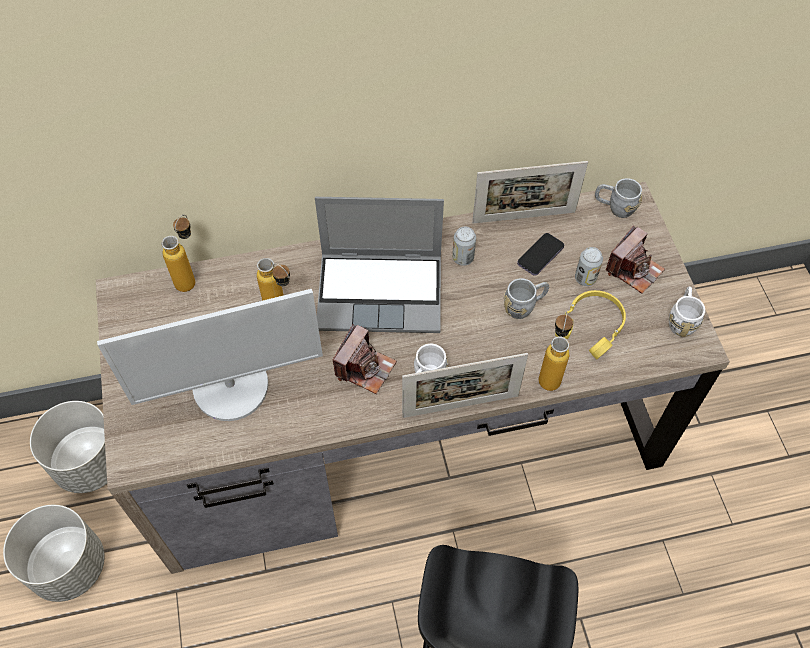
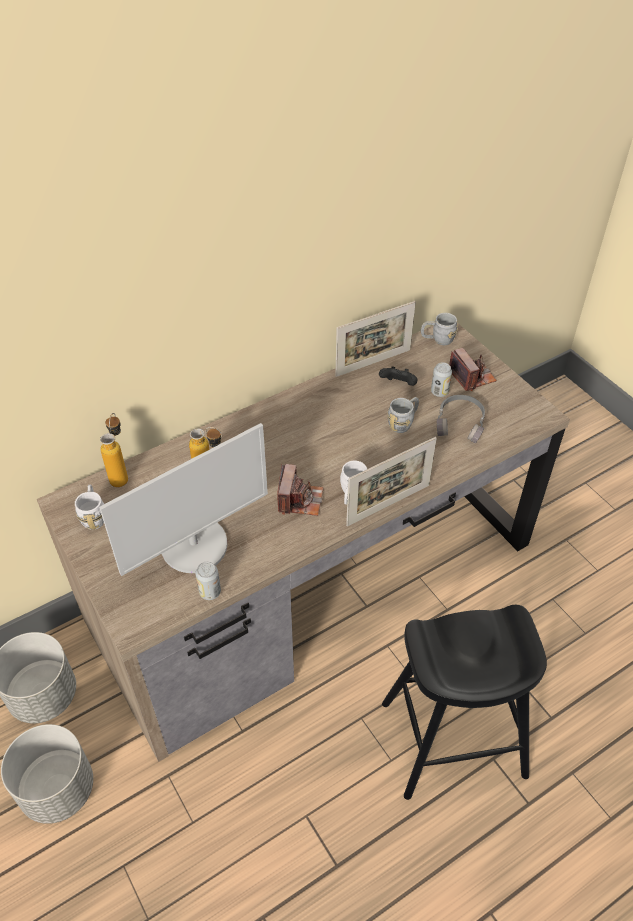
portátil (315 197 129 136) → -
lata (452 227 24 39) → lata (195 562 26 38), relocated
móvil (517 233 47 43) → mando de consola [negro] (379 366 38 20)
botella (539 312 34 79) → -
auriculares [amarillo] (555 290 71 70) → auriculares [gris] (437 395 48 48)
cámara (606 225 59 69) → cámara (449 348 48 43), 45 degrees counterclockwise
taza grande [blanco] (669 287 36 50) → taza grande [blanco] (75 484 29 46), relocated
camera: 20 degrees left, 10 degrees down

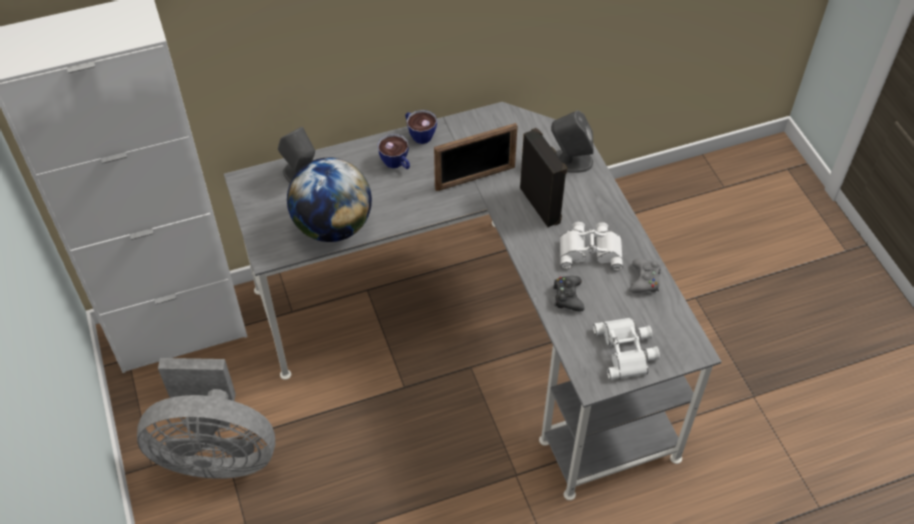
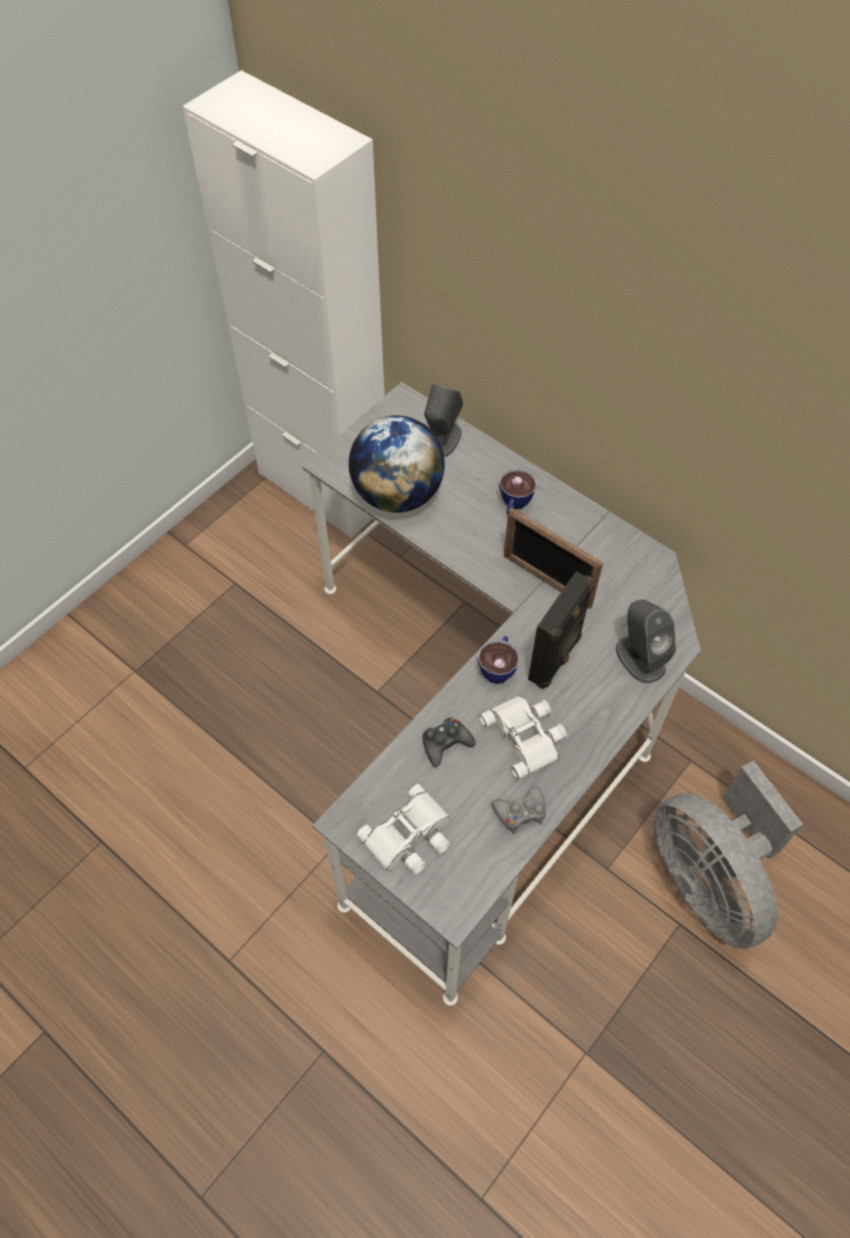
ventilador [gris] (137 358 138 121) → ventilador [gris] (653 760 150 189), relocated
taza (405 110 32 34) → taza (478 636 42 48), relocated
camera: 60 degrees right, 5 degrees up

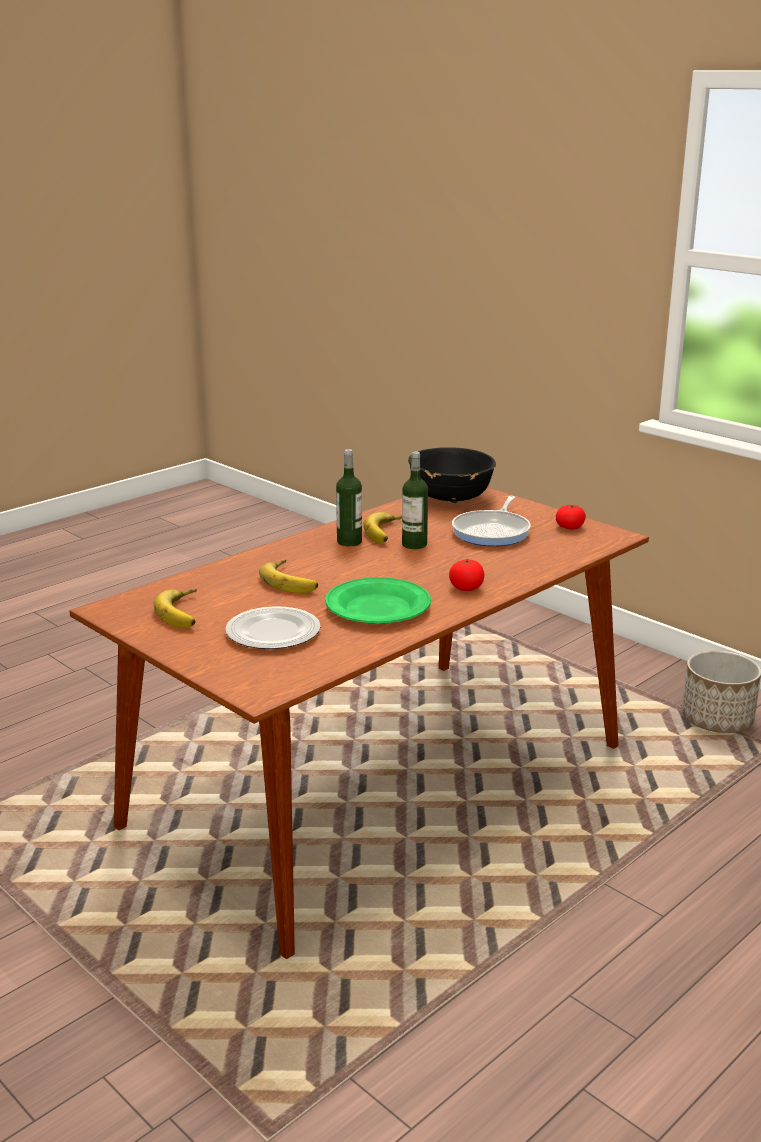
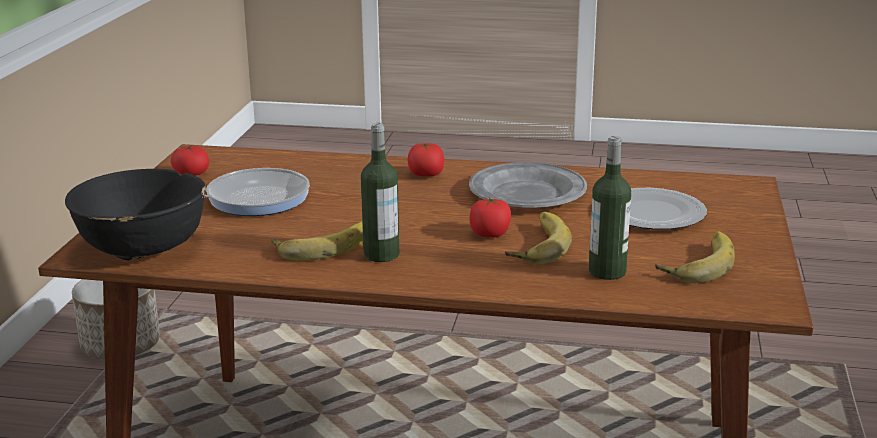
plato [verde] (325 577 106 46) → plato [gris] (469 162 118 46)
botella (402 452 26 97) → botella (589 136 42 144), relocated
- → tomate (470 198 41 40)
camera: 125 degrees left, 0 degrees up

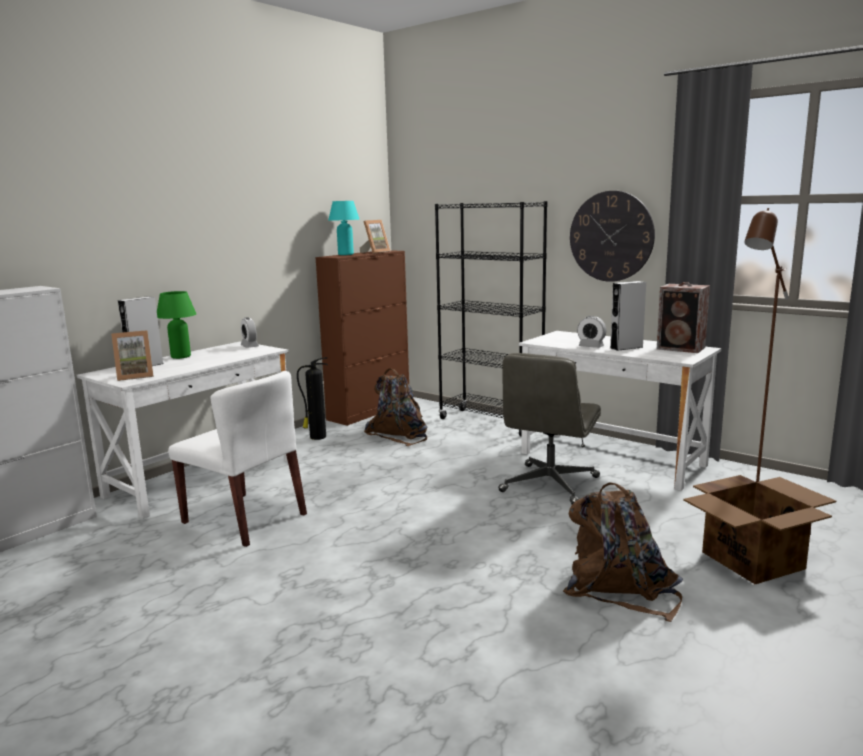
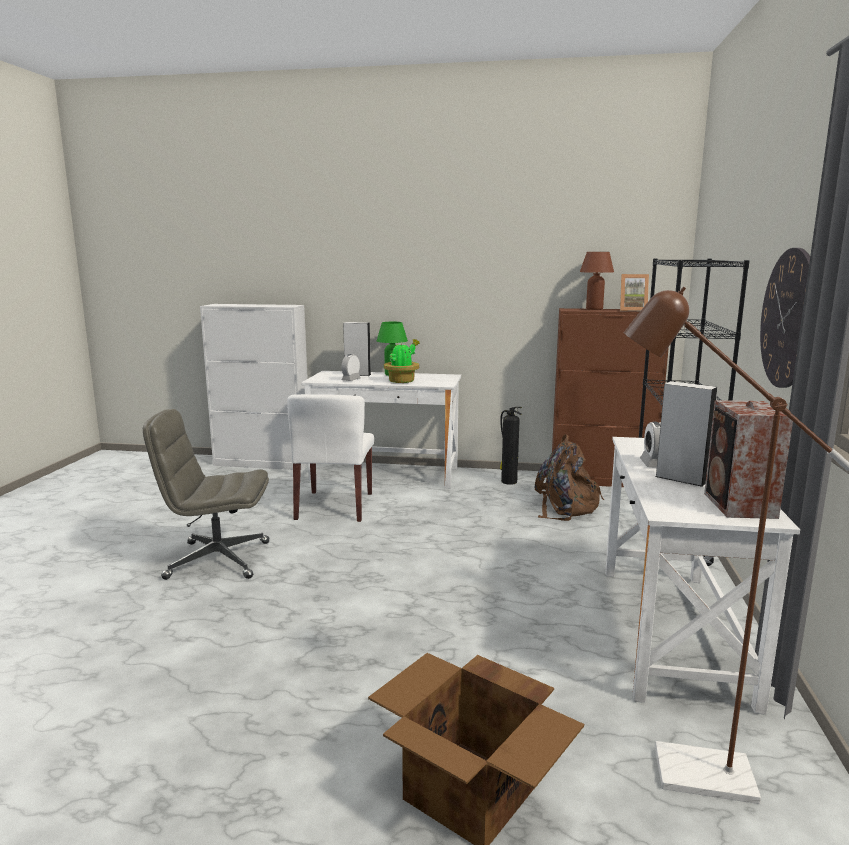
portarretratos (111 330 43 51) → -
despertador (240 317 19 31) → despertador (341 354 19 27), relocated
lámpara de mesa [turquesa] (328 201 32 54) → lámpara de mesa [marrón] (580 252 34 58)
silla de oficina [gris] (498 353 103 151) → silla de oficina [gris] (143 409 126 171), relocated
mochila [marrón] (563 482 120 140) → -
- → planta en maceta (384 339 36 44)
camera: 60 degrees right, 0 degrees up

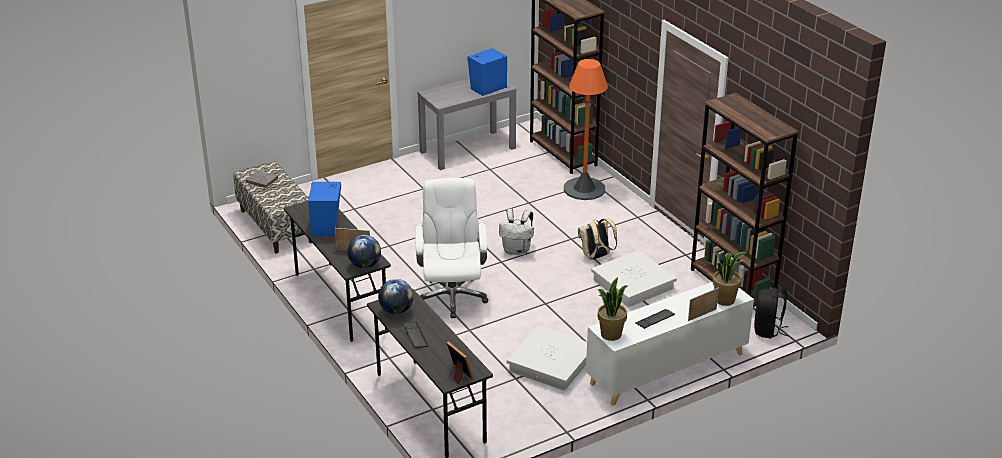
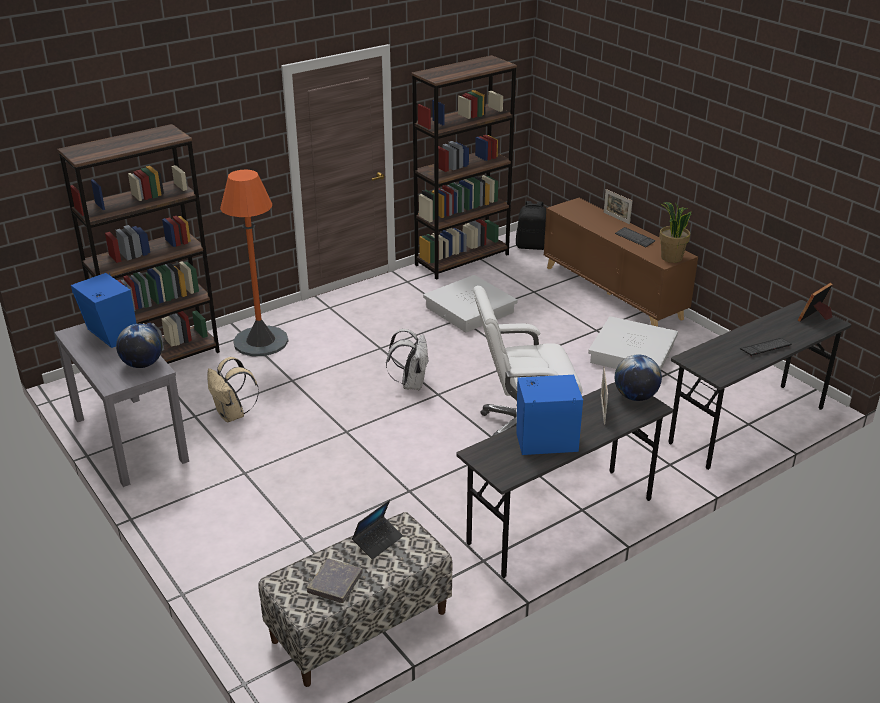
globo terráqueo (378 279 36 35) → globo terráqueo (116 324 46 44), relocated
mochila [beis] (578 218 39 42) → mochila [beis] (207 357 52 66), relocated
armario [blanco] (586 282 168 124) → armario [marrón] (544 198 154 129)
planta en maceta (713 252 34 54) → -
- → portátil (352 500 51 59)
camera: 95 degrees left, 0 degrees up

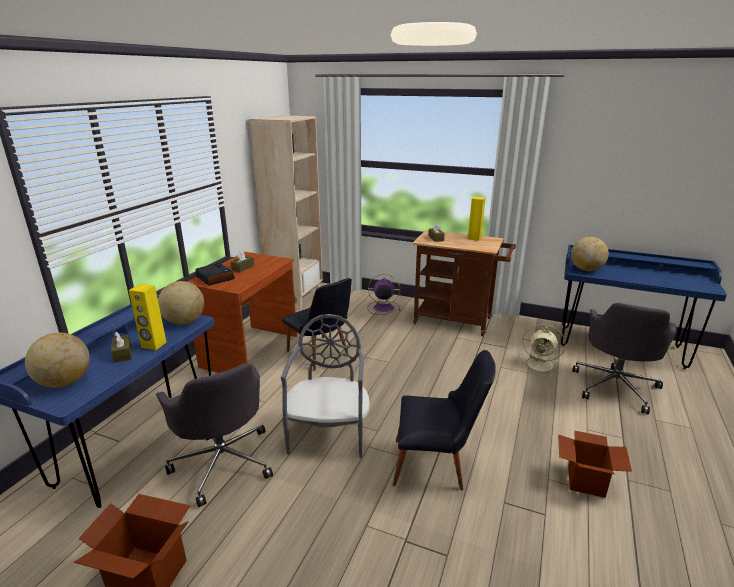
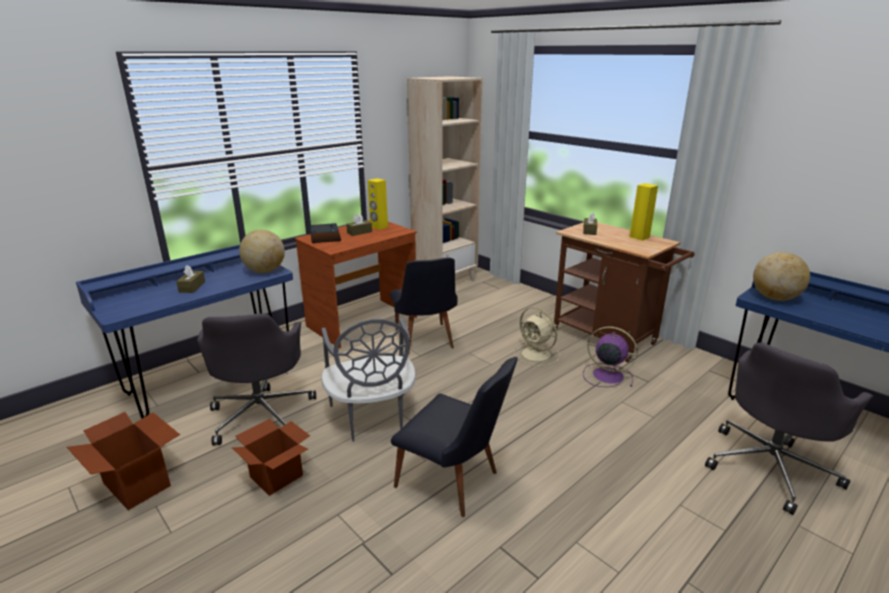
globo terráqueo (25 333 65 55) → -
altavoz [amarillo] (129 284 38 66) → altavoz [amarillo] (368 178 20 52), relocated
silla [gris] (281 314 89 144) → silla [gris] (321 318 95 124), 135 degrees clockwise
ventilador [morado] (368 274 32 41) → ventilador [morado] (583 326 55 61), relocated
ventilador [beis] (519 324 47 52) → ventilador [beis] (514 307 46 59), relocated
caja de cartón (558 431 74 67) → caja de cartón (232 419 78 77), relocated
camera: 25 degrees right, 0 degrees up

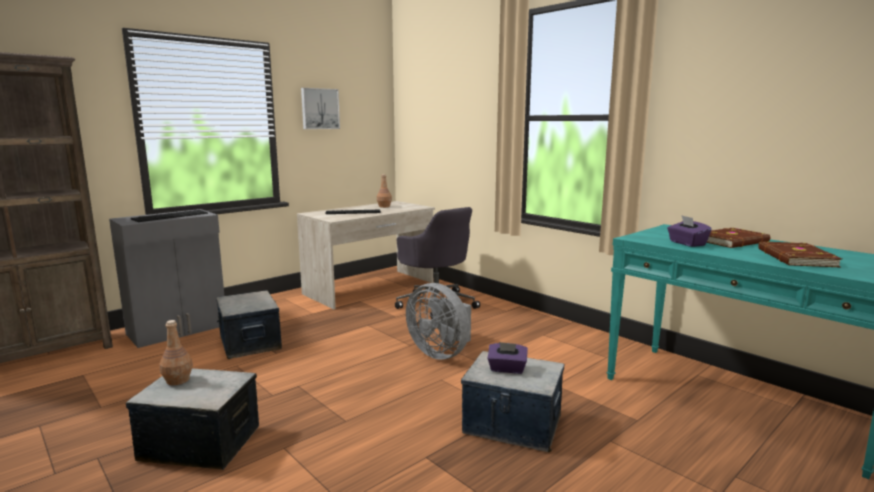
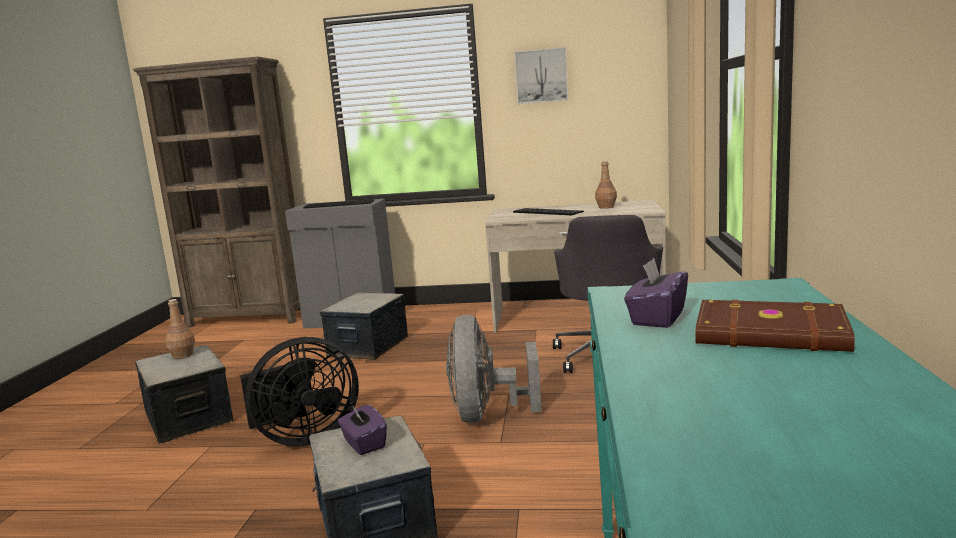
libro [marrón] (758 241 84 27) → -
- → ventilador [negro] (240 337 119 110)
camera: 50 degrees right, 0 degrees up

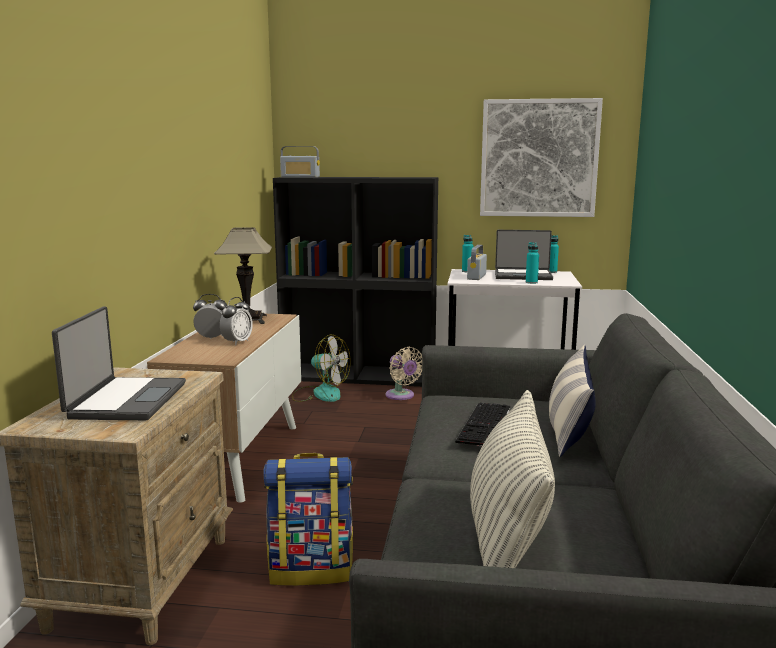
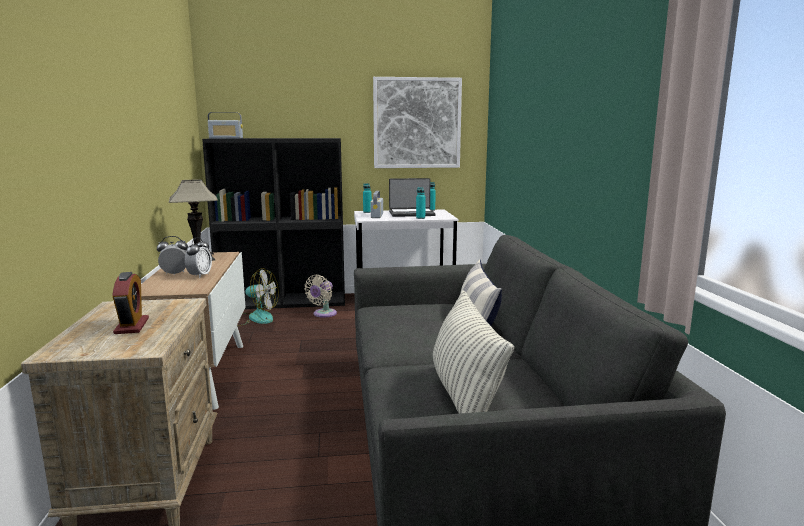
portátil (52 306 134 114) → despertador (112 272 37 62)
mochila (263 453 90 133) → -
ventilador [beis] (386 347 36 53) → ventilador [beis] (304 275 33 42), 75 degrees clockwise
teclado (455 403 55 43) → -
camera: 15 degrees left, 0 degrees up

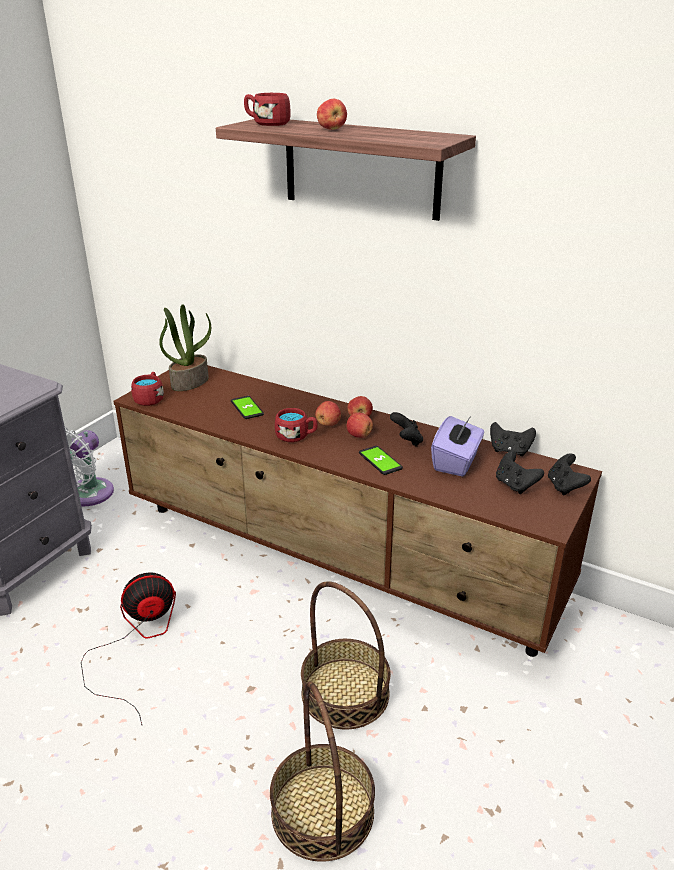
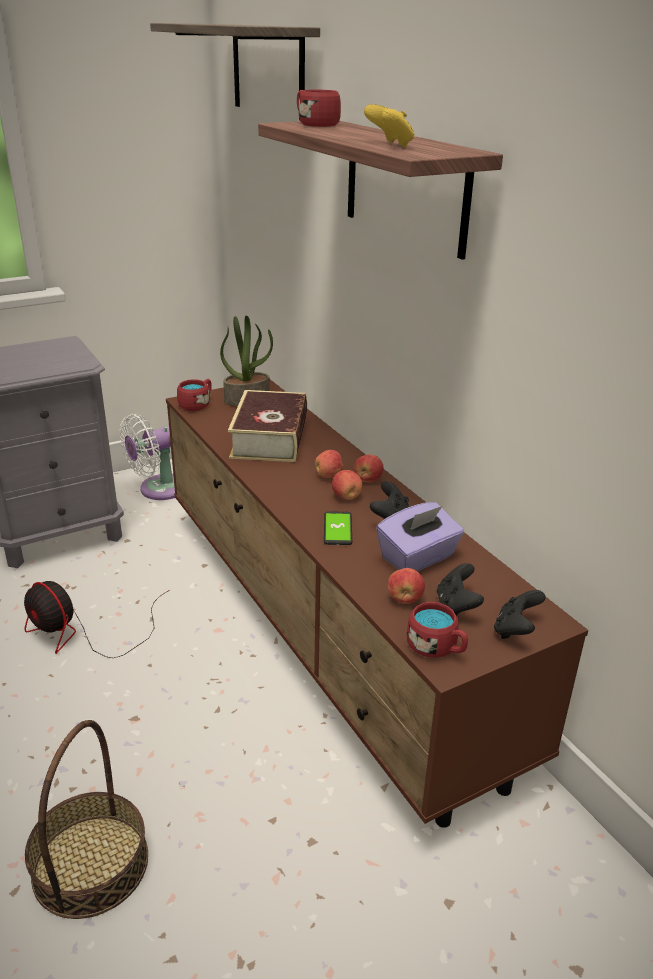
ventilador (81 572 95 153) → ventilador (24 581 145 77), 150 degrees counterclockwise
móvil (231 396 33 23) → libro (228 390 79 72)
taza grande [rojo] (275 408 42 34) → taza grande [rojo] (407 602 61 56), relocated
cesta (301 581 90 149) → -
manzana (317 99 30 31) → manzana (388 568 37 36), relocated
mando de consola [negro] (490 422 46 34) → -
- → estante (150 23 170 97)
- → mando de consola [amarillo] (364 104 51 44)
camera: 30 degrees right, 0 degrees up

